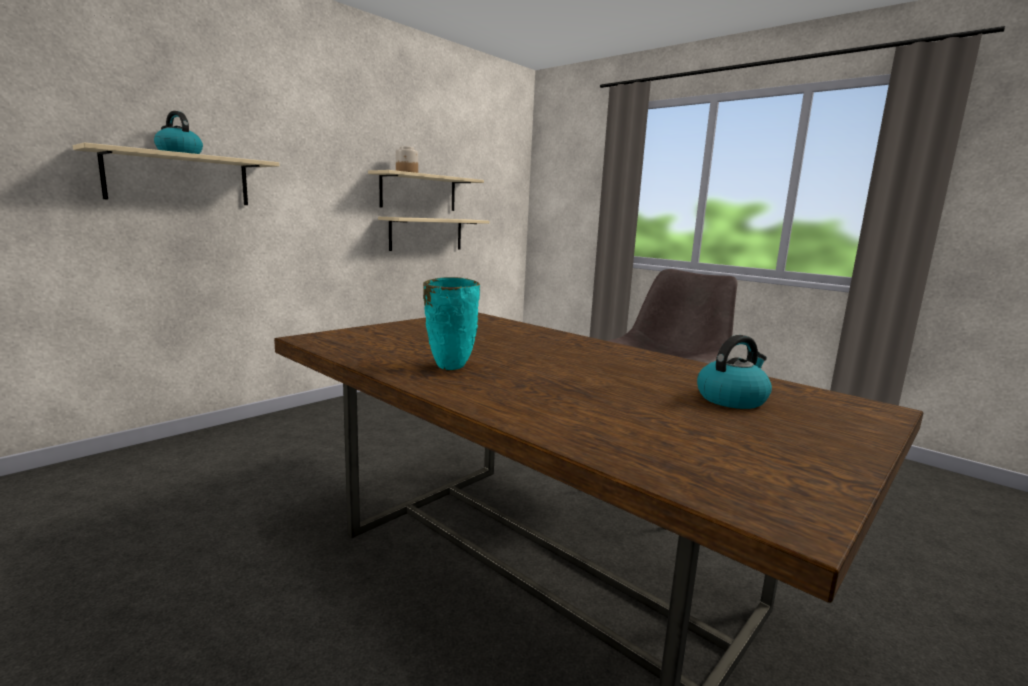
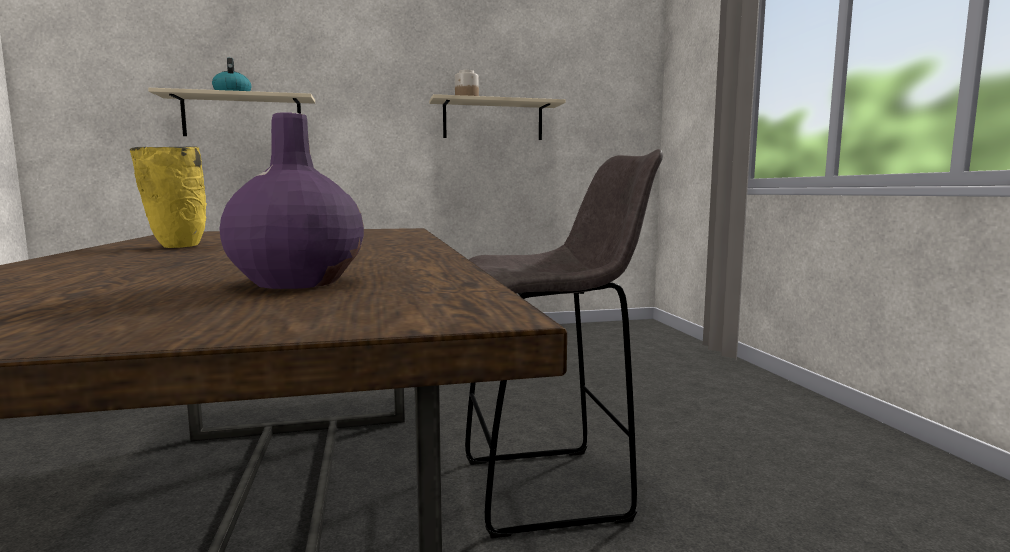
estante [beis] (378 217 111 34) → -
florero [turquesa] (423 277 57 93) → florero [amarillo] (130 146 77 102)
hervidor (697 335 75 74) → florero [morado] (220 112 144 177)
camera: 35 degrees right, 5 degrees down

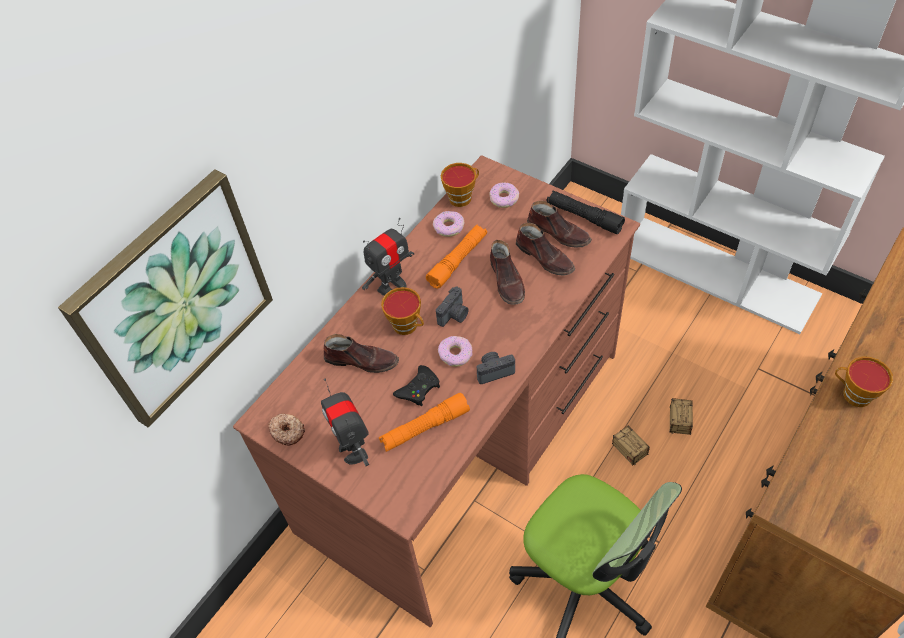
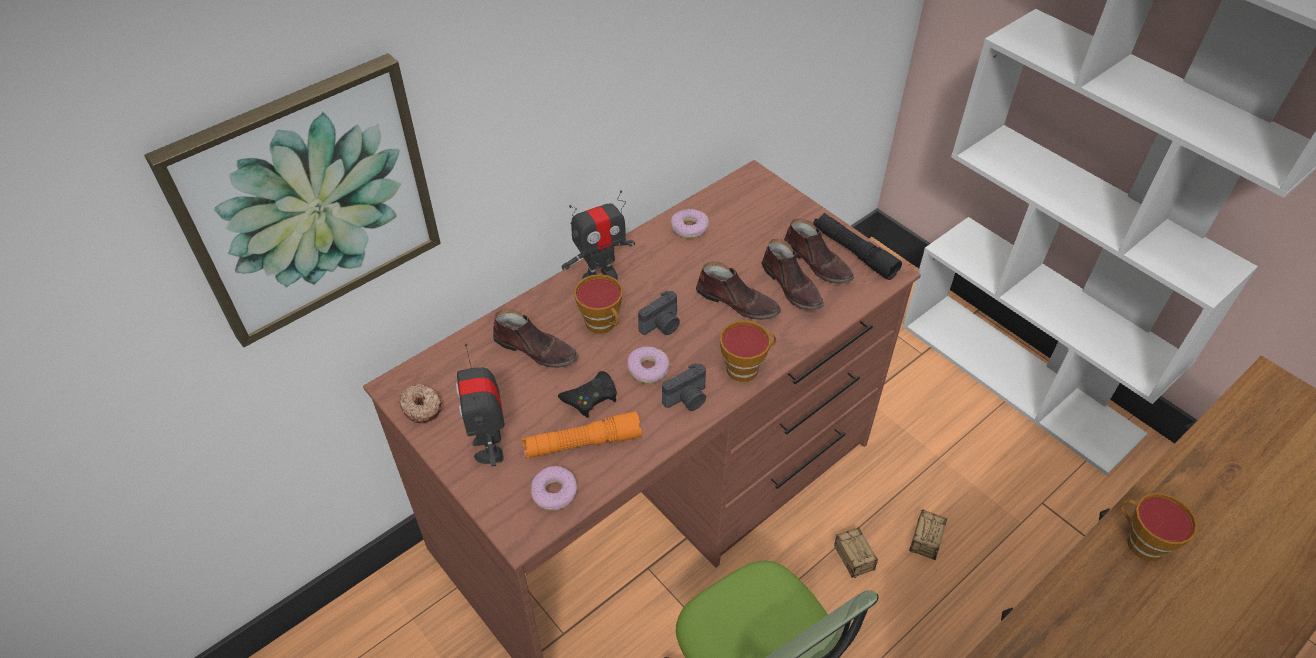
linterna [naranja] (426 225 61 64) → -
taza (441 163 38 44) → taza (720 320 56 62), relocated
cámara (477 352 38 32) → cámara (662 363 44 48), 150 degrees clockwise
rosquilla (489 182 30 26) → rosquilla (530 466 48 44), relocated
zapato [marrón] (490 240 35 65) → zapato [marrón] (696 261 85 59), 60 degrees counterclockwise
camera: 10 degrees right, 5 degrees down

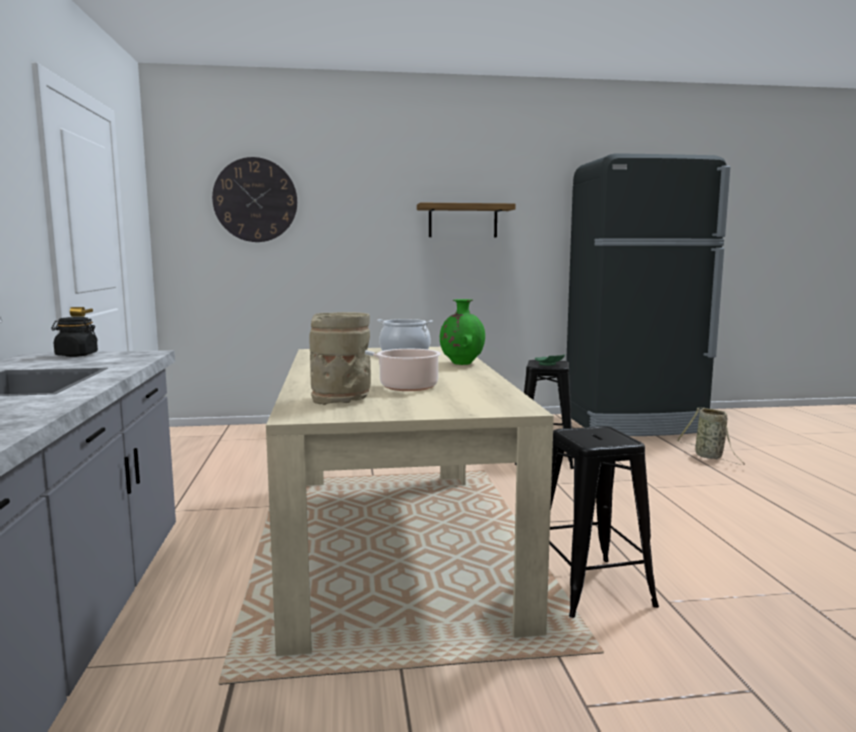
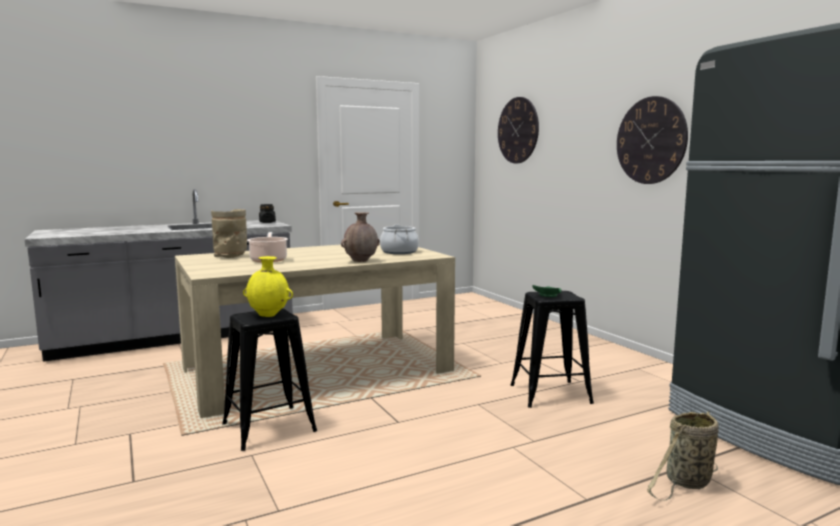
estante (417 203 99 35) → reloj de pared (617 96 71 88)
florero [verde] (440 299 45 66) → florero [marrón] (341 212 39 50)
- → florero [amarillo] (243 256 50 61)
camera: 70 degrees right, 0 degrees up

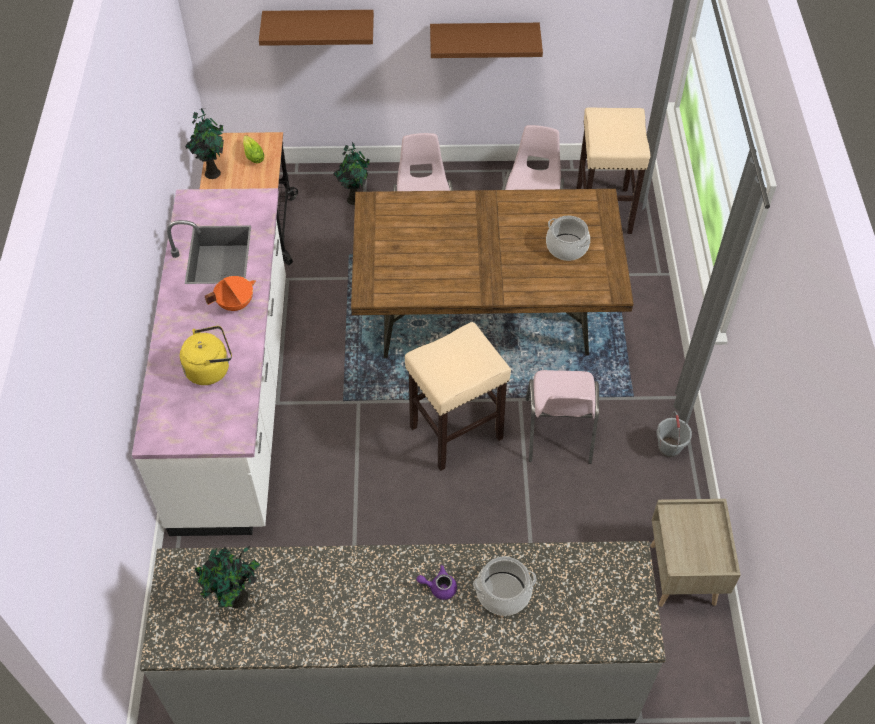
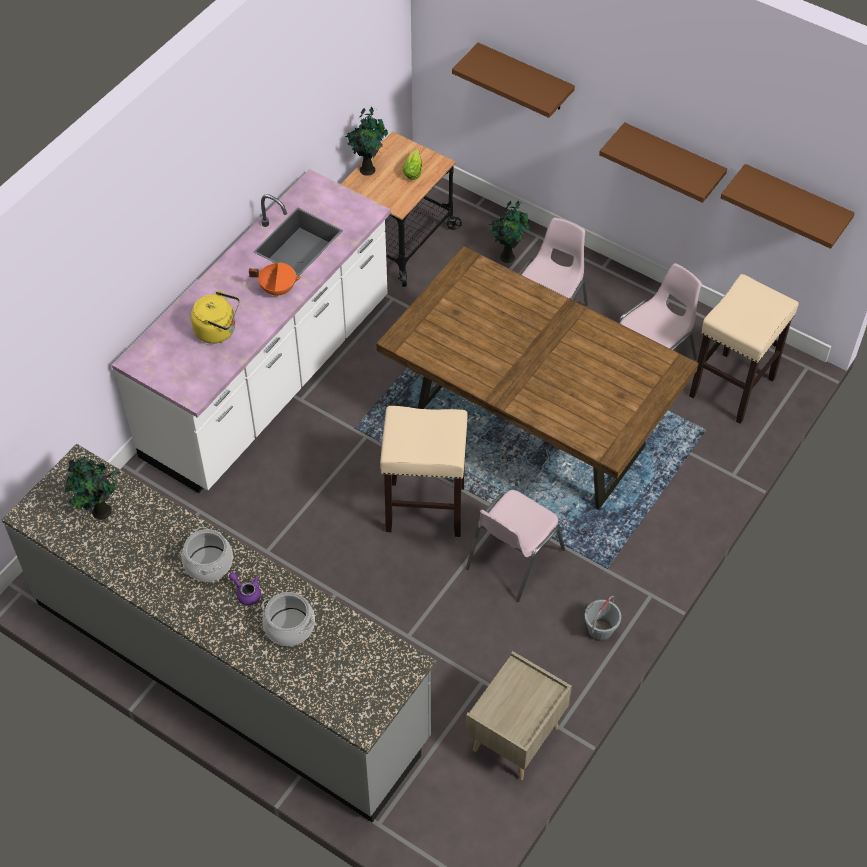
olla (546 216 44 45) → olla (182 527 51 55), relocated
- → estante [marrón] (721 164 134 85)
camera: 35 degrees right, 0 degrees up

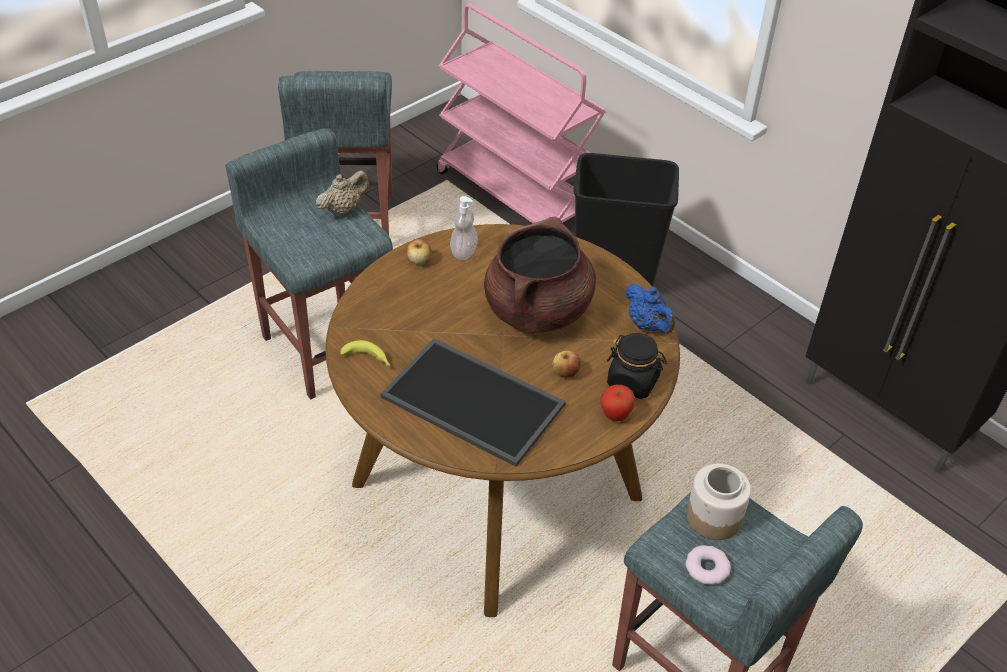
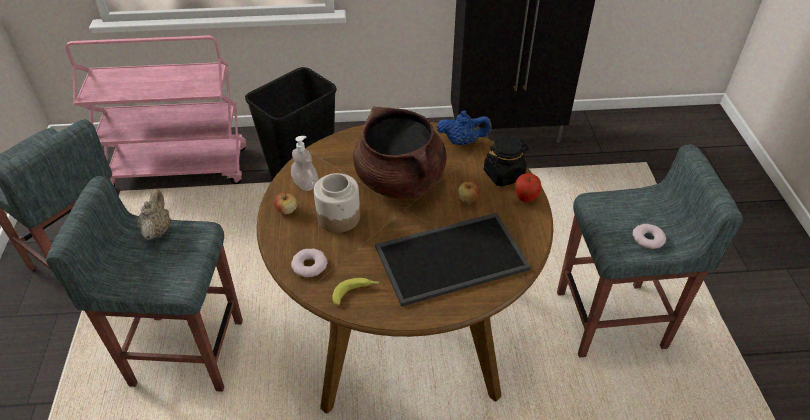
tarro (687 463 64 77) → tarro (314 173 46 60), relocated
- → rosquilla (291 248 36 29)
camera: 50 degrees left, 0 degrees up

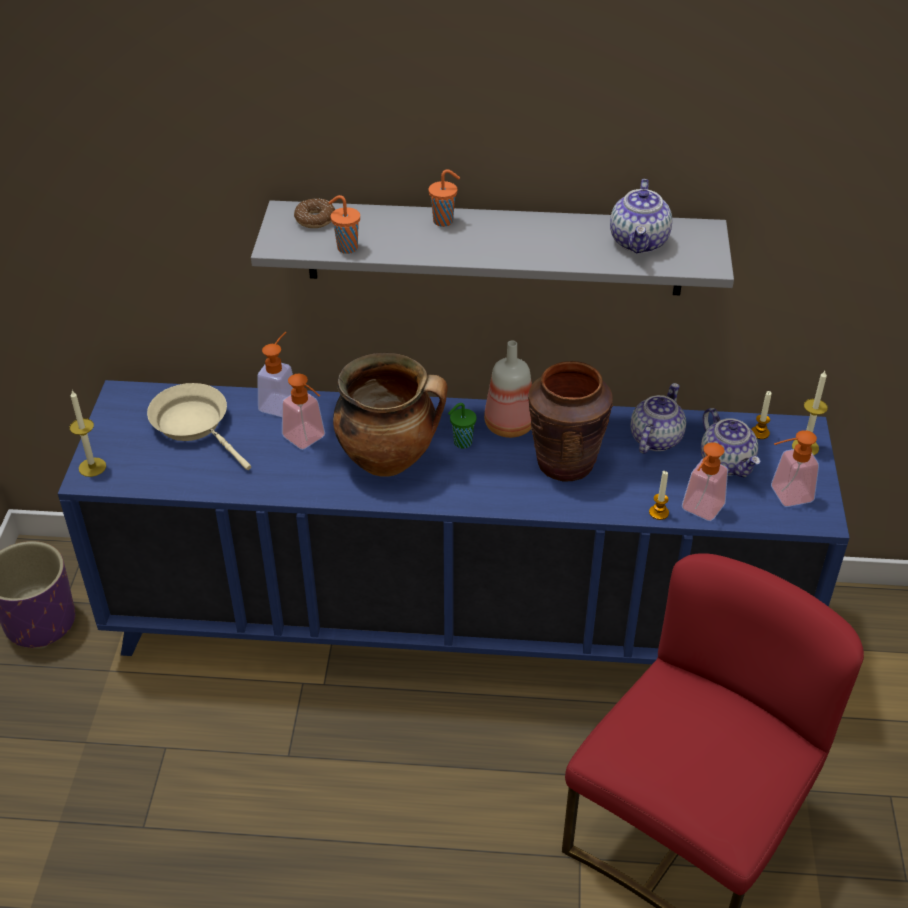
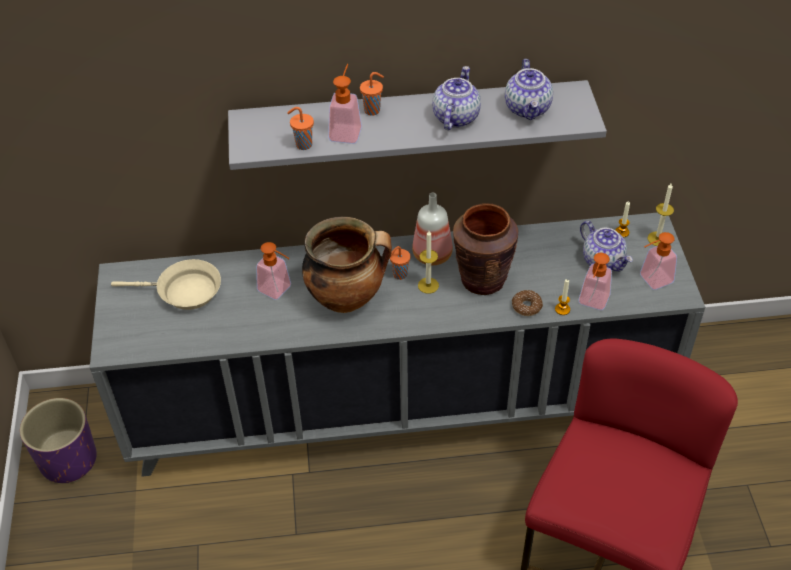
armario [azul] (58 380 792 284) → armario [gris] (90 213 615 264)
vela (70 391 36 86) → vela (418 231 21 63), relocated
sartén [beis] (147 383 104 87) → sartén [beis] (111 259 110 51), 150 degrees clockwise
dispensador de jabón (257 332 36 85) → dispensador de jabón (328 64 34 80), relocated
rosquilla (294 198 41 30) → rosquilla (512 290 31 26), relocated
taza [verde] (448 403 28 46) → taza [naranja] (390 246 20 34)
tetera (630 383 56 71) → tetera (432 66 49 64), relocated
camera: 10 degrees left, 5 degrees up

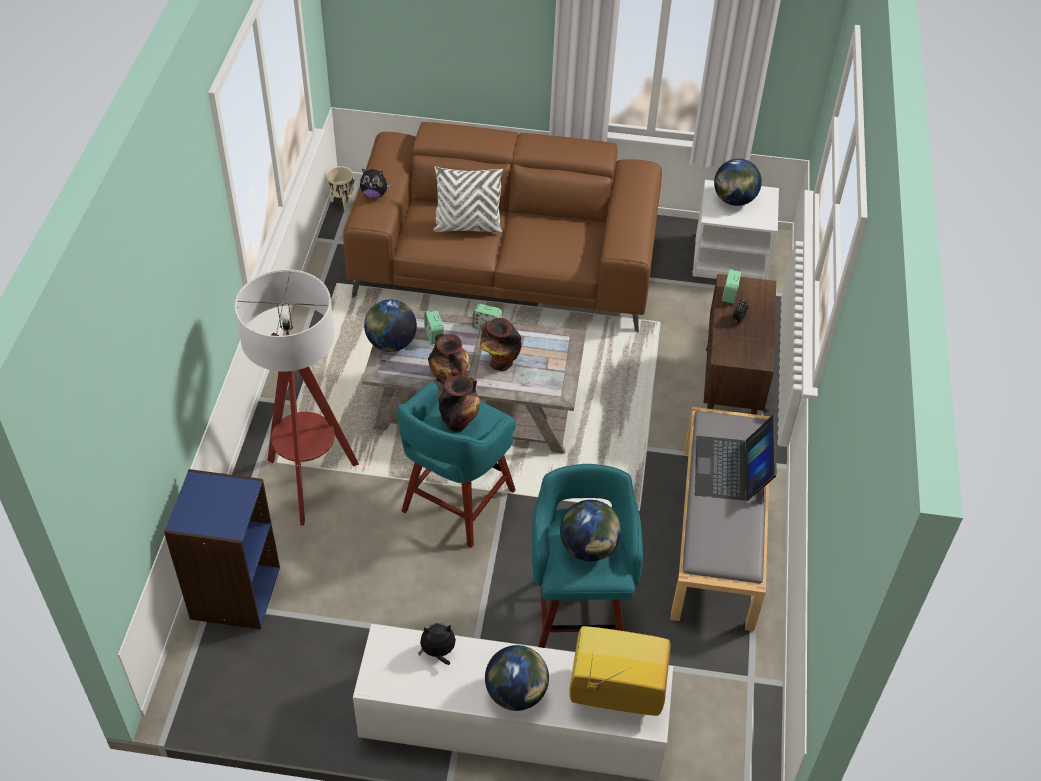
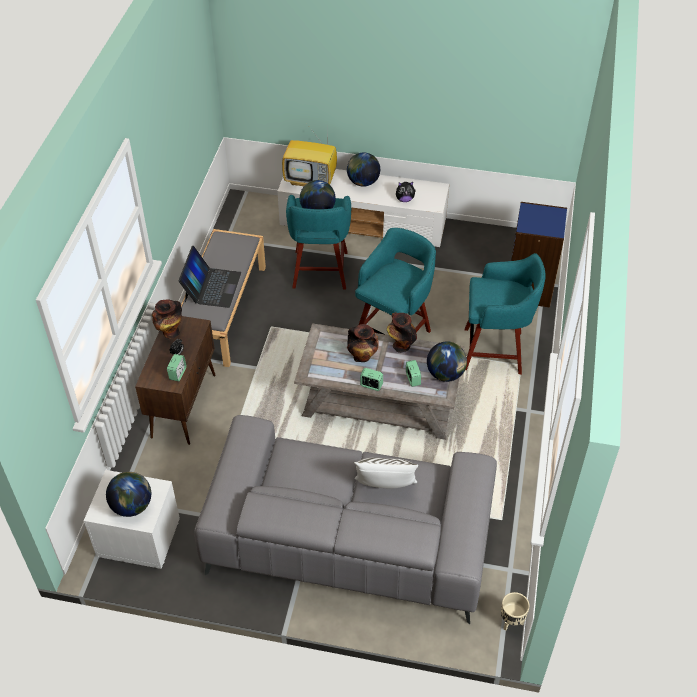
lámpara de pie (235 269 124 257) → taburete [turquesa] (465 253 80 122)
sofá [marrón] (343 122 319 211) → sofá [gris] (194 415 303 209)
peluche (360 168 31 30) → -
florero (438 375 42 58) → florero (152 299 30 40), relocated
camera: 175 degrees left, 0 degrees up

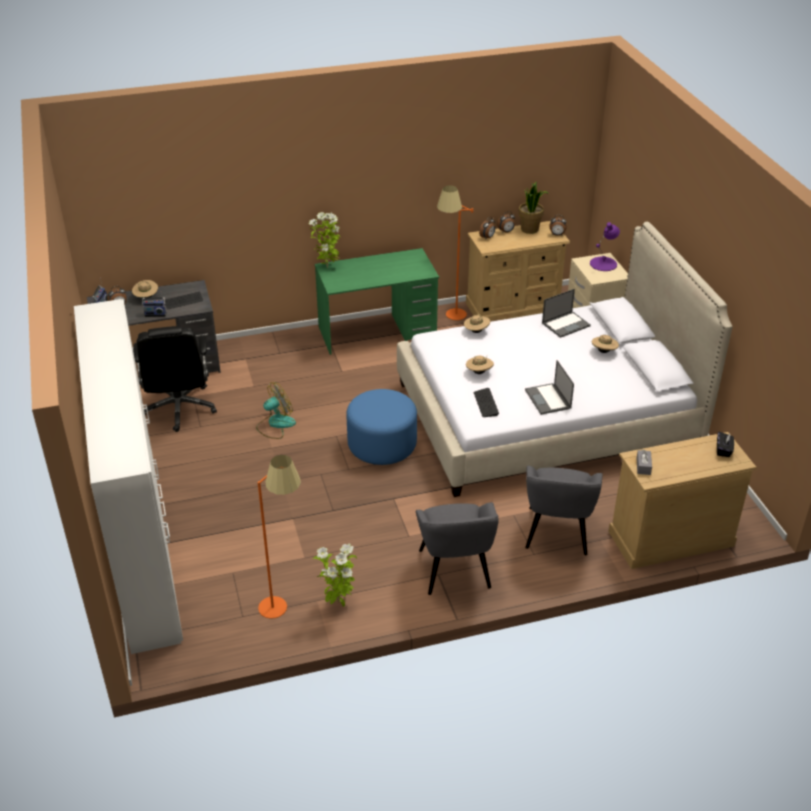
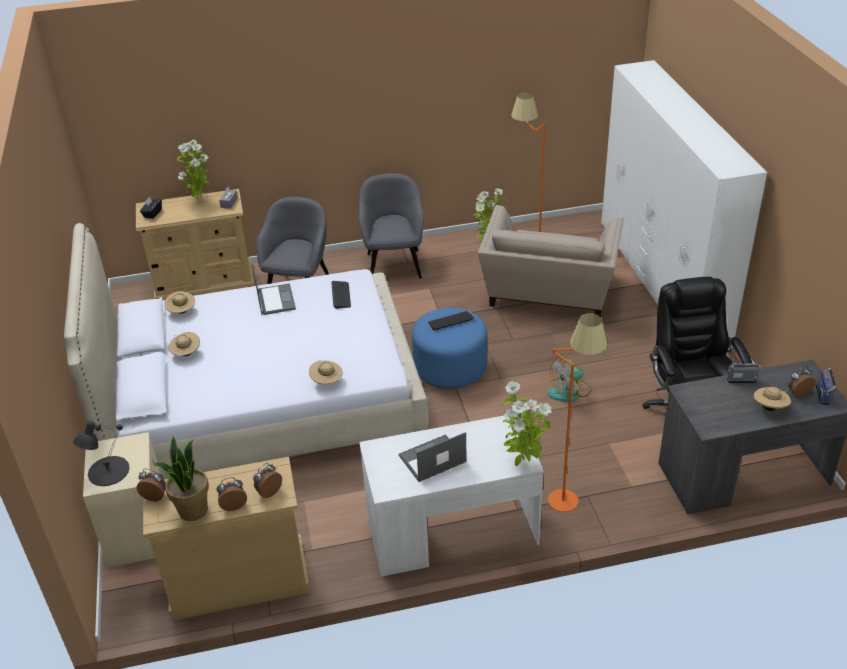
teclado (163 292 40 17) → teclado (428 311 46 19), relocated
escritorio [verde] (315 248 124 107) → escritorio [blanco] (359 414 185 163)
lámpara de pie [naranja] (437 185 36 135) → lámpara de pie [naranja] (548 313 60 199), relocated
sombrero [beis] (466 356 28 18) → sombrero [beis] (164 291 31 23), relocated
portátil (542 289 49 49) → portátil (399 432 68 50), relocated
lámpara de mesa [morado] (590 222 30 49) → lámpara de mesa [negro] (73 421 56 65)
- → planta en maceta (177 140 32 60)
- → sillón [beis] (478 205 146 112)
camera: 175 degrees left, 0 degrees up

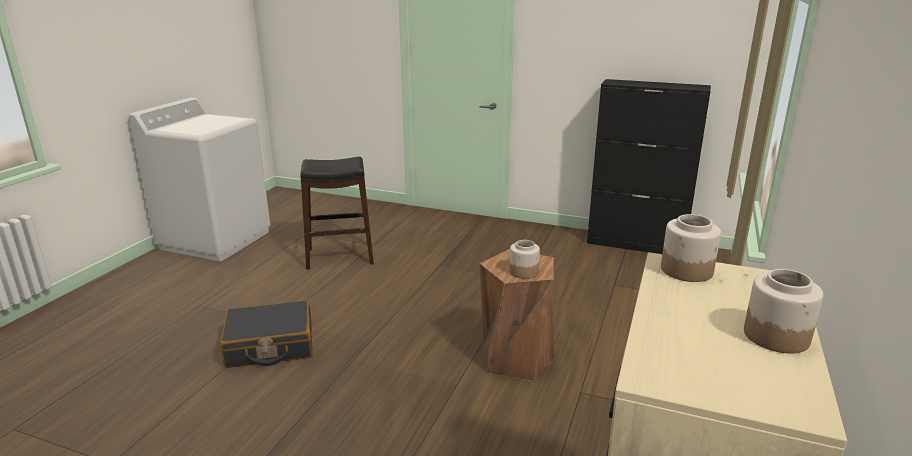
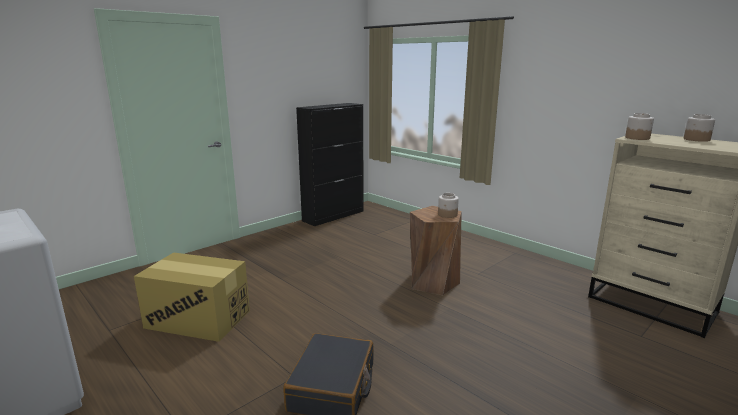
taburete [negro] (300 157 74 113) → caja de cartón (134 252 116 90)
camera: 65 degrees left, 5 degrees down

